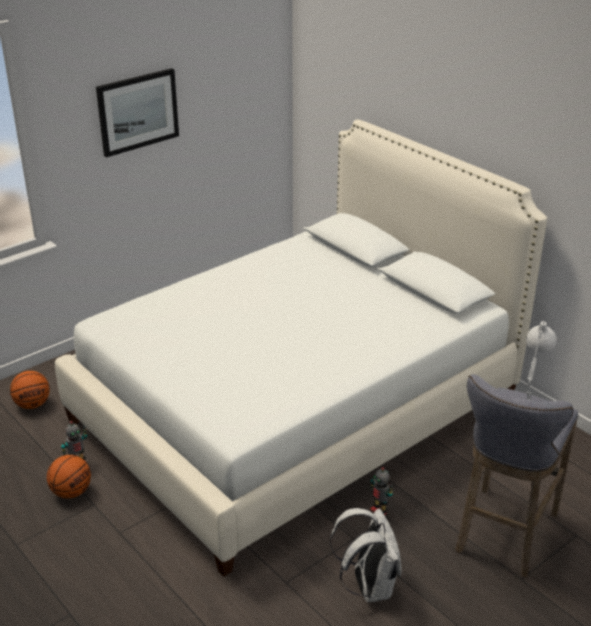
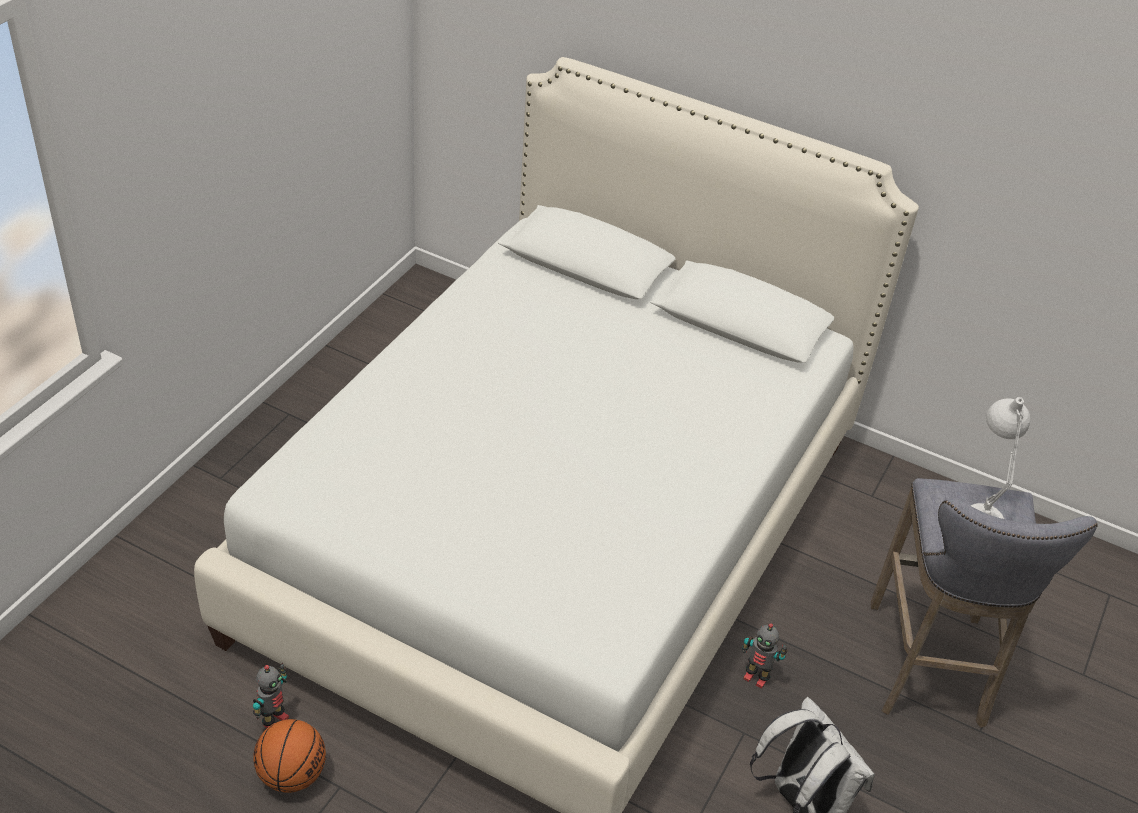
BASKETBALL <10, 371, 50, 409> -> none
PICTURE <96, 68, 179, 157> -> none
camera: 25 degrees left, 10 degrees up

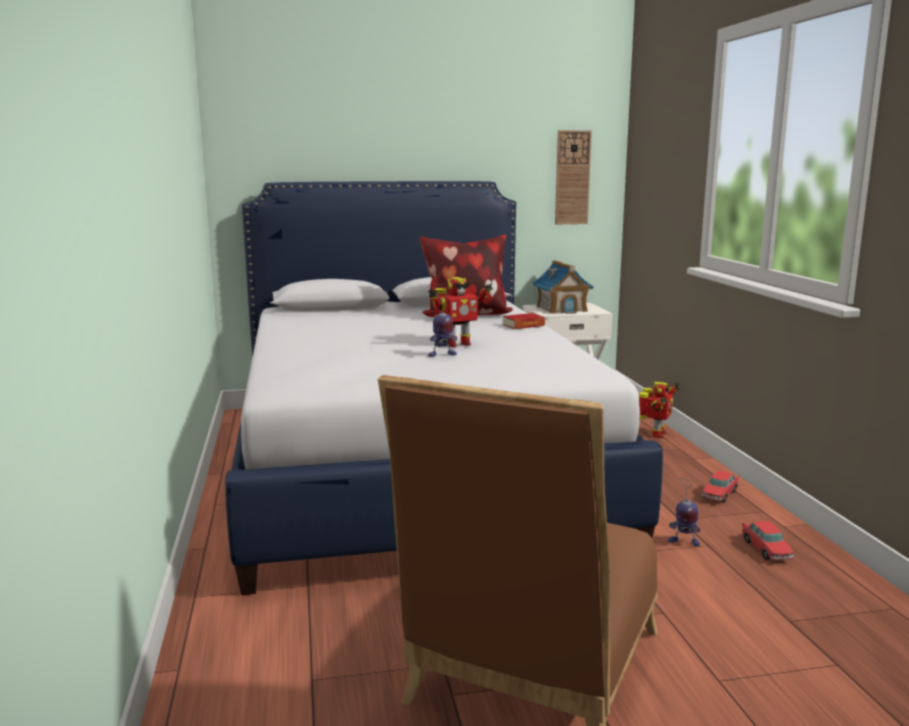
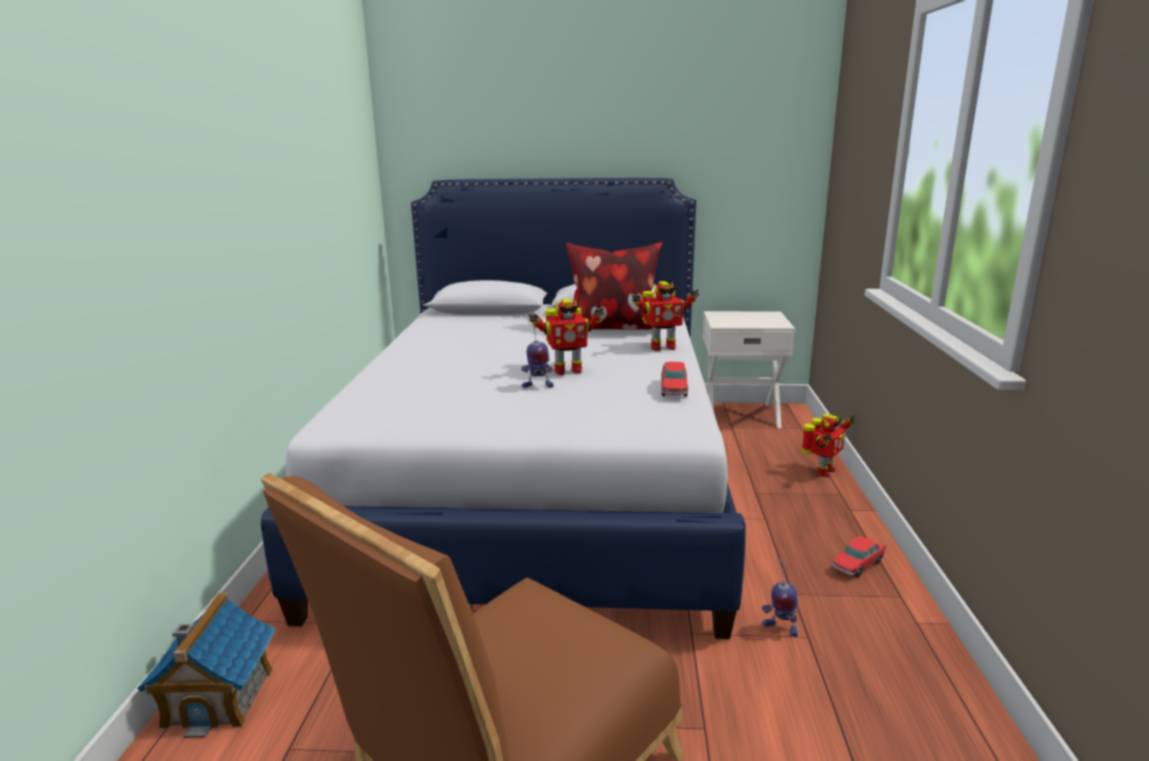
WALL CLOCK <555, 130, 592, 224> -> none
TOY HOUSE <532, 261, 593, 314> -> TOY HOUSE <137, 592, 276, 738>, move
TOY CAR <742, 521, 794, 560> -> TOY CAR <661, 362, 688, 396>, move
BOOK <503, 313, 545, 329> -> TOY ROBOT <632, 281, 699, 351>
camera: 15 degrees right, 5 degrees up

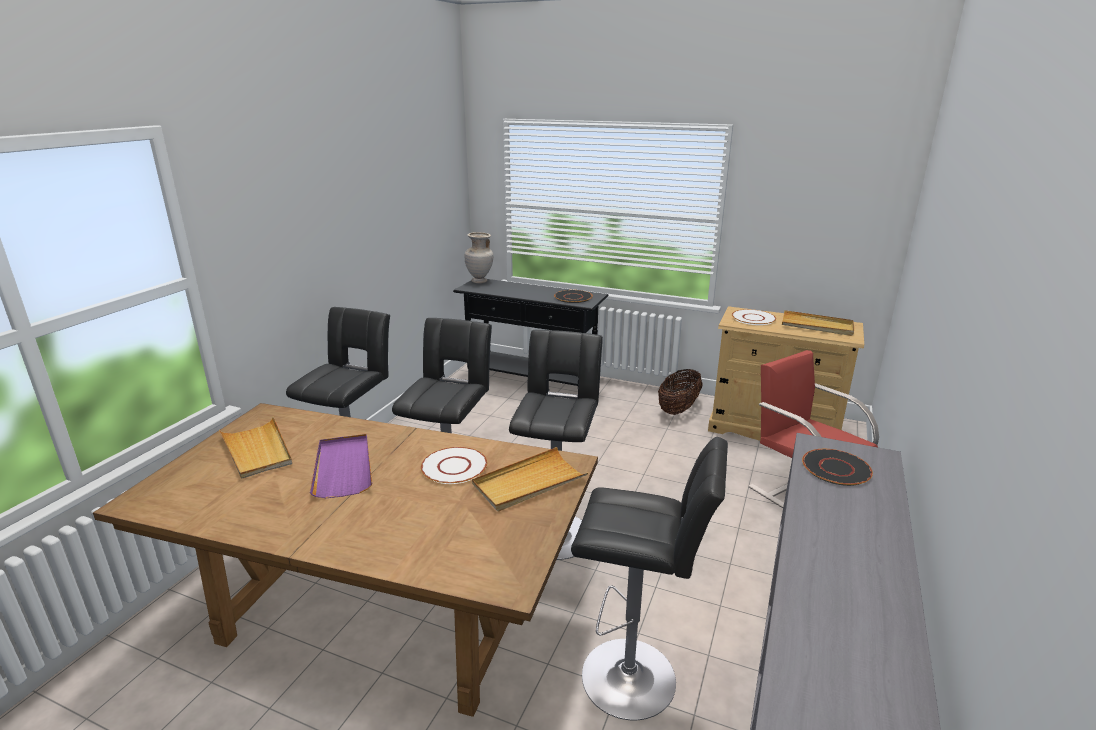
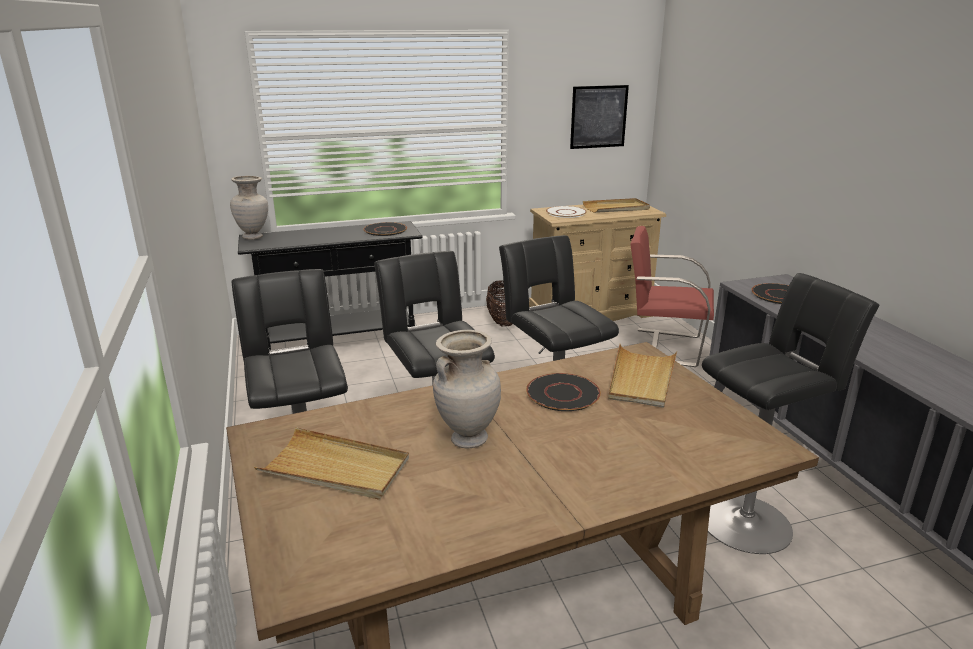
none -> PICTURE <570, 85, 629, 149>
PURPLE TRAY <310, 434, 372, 498> -> BEIGE VASE <433, 330, 501, 448>
WHITE PLATE <421, 447, 487, 484> -> BLACK PLATE <526, 373, 601, 411>
camera: 40 degrees left, 0 degrees up

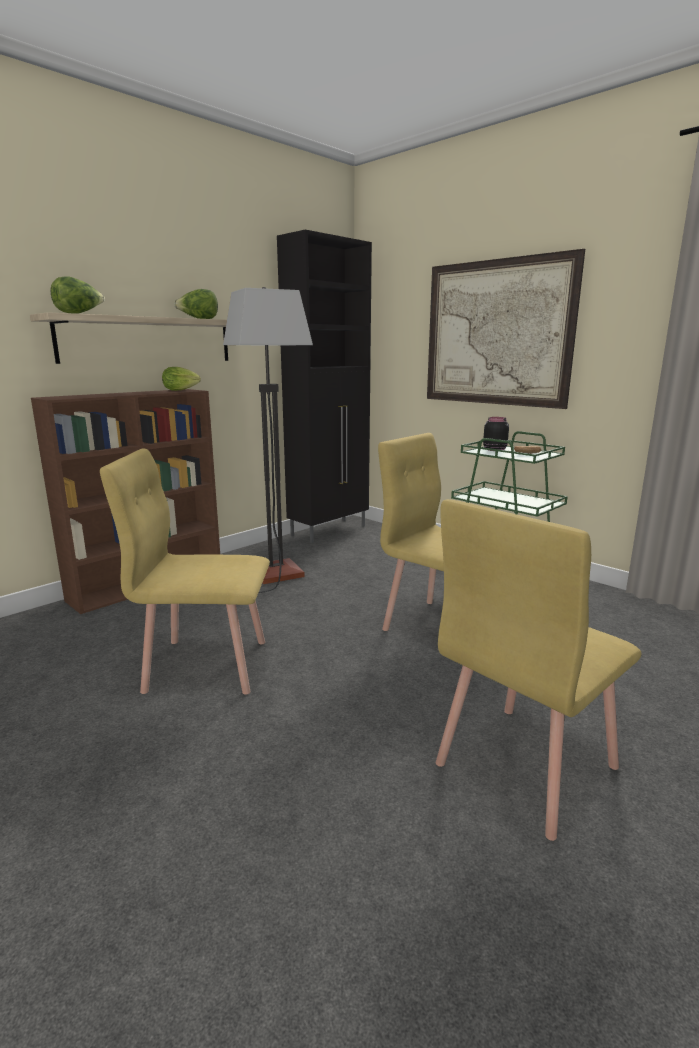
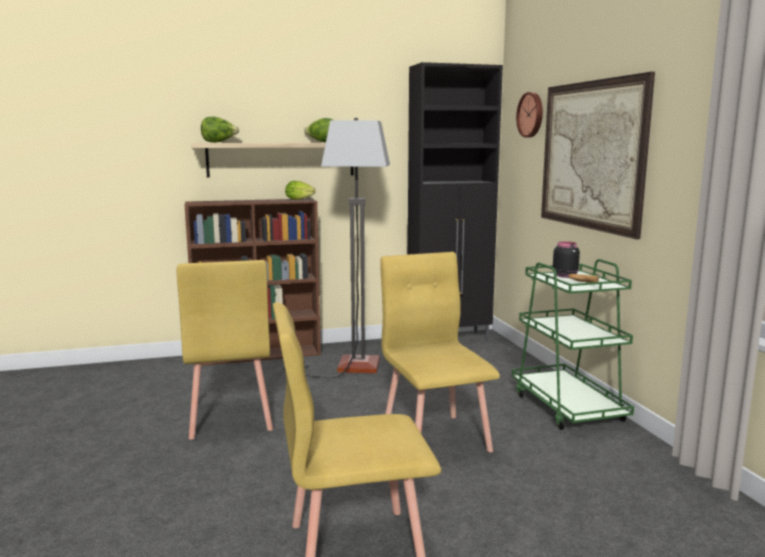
none -> WALL CLOCK <516, 92, 543, 138>
YELLOW CHAIR <100, 449, 270, 695> -> YELLOW CHAIR <176, 260, 273, 440>, 135 degrees counterclockwise
camera: 30 degrees right, 5 degrees down

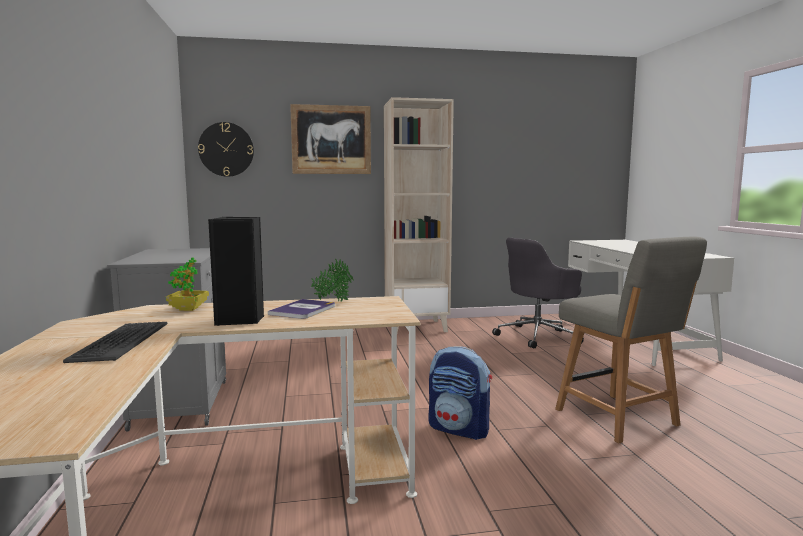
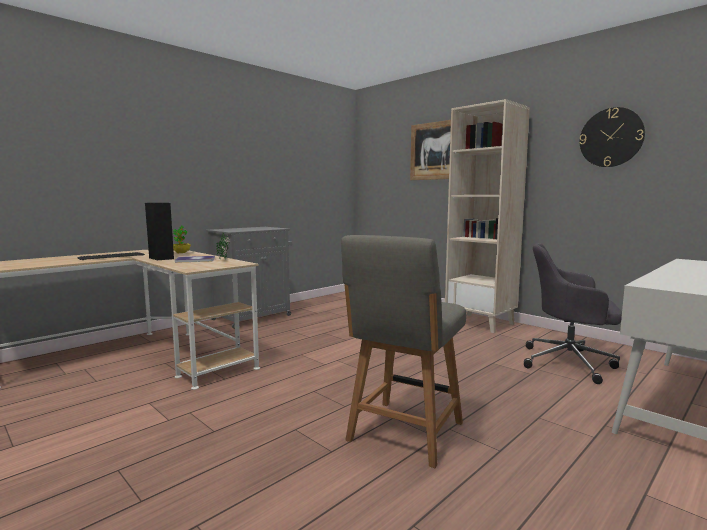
BACKPACK <429, 346, 492, 440> -> none
WALL CLOCK <198, 122, 254, 177> -> WALL CLOCK <579, 107, 645, 167>, move
camera: 55 degrees right, 0 degrees up

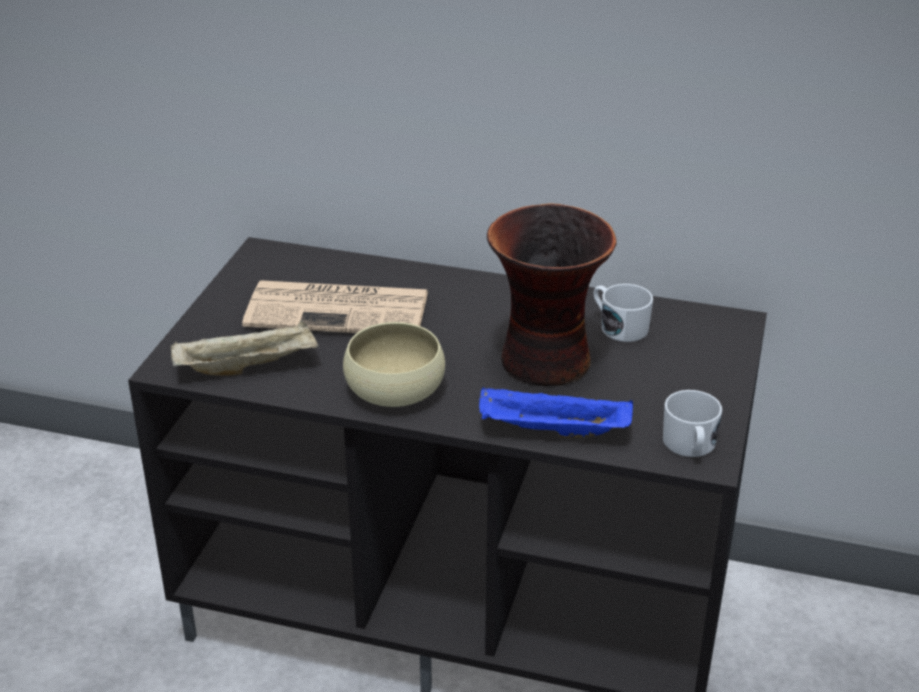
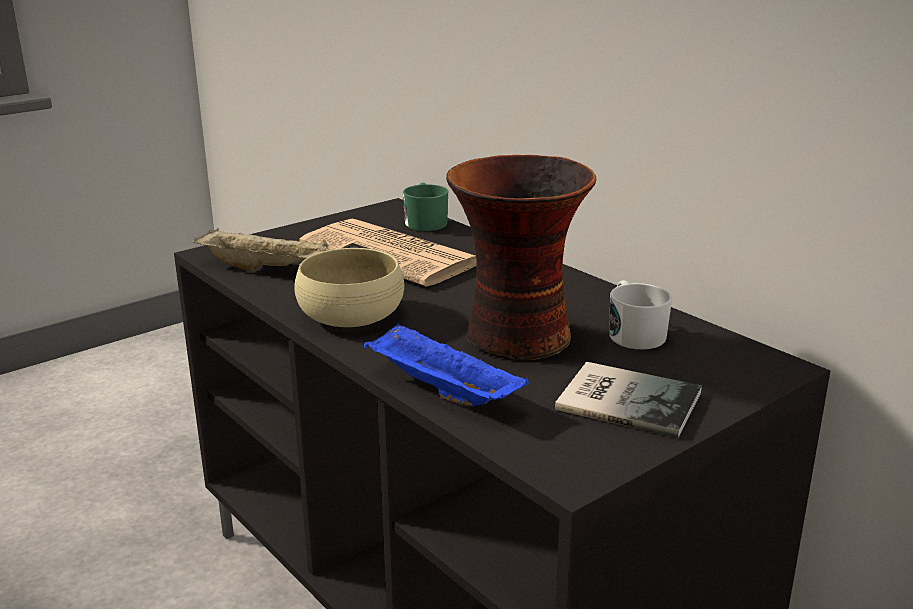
WHITE MUG <663, 390, 722, 457> -> none
none -> GREEN MUG <403, 183, 448, 231>
none -> BOOK <555, 362, 702, 438>
camera: 35 degrees right, 10 degrees down

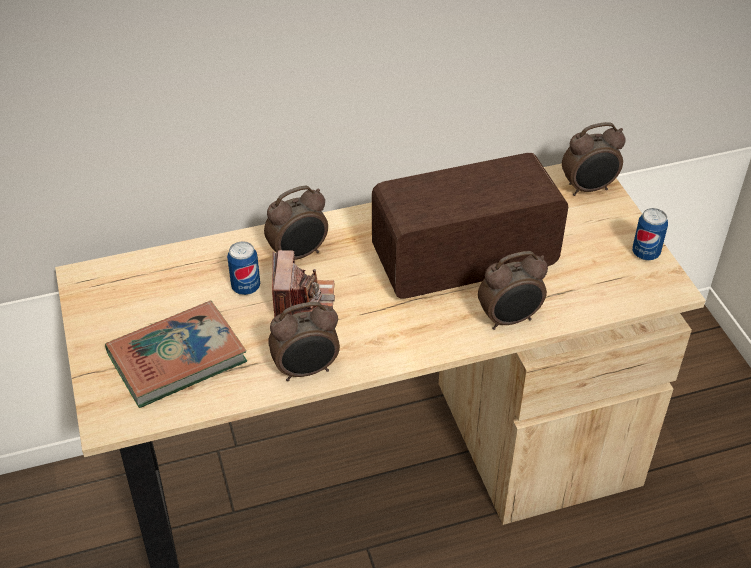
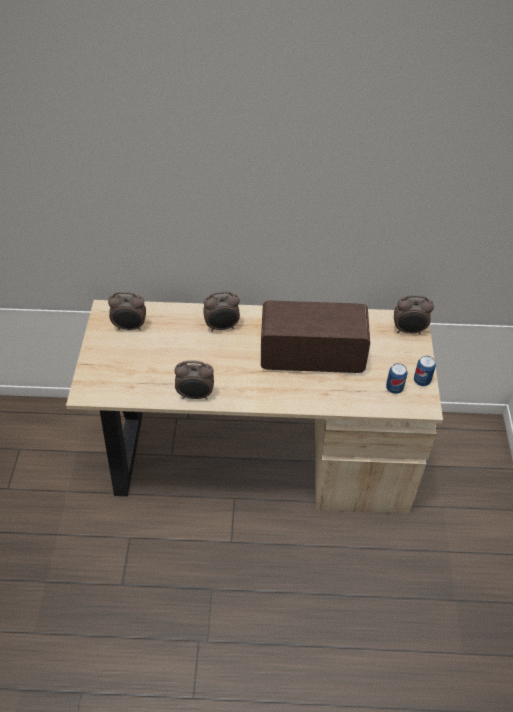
BOOK <105, 300, 247, 408> -> none
PHOTO CAMERA <272, 250, 335, 317> -> none
CAN <227, 241, 260, 295> -> CAN <386, 363, 407, 394>, move
ALARM CLOCK <478, 251, 548, 330> -> ALARM CLOCK <108, 291, 146, 331>, move
camera: 20 degrees right, 5 degrees up

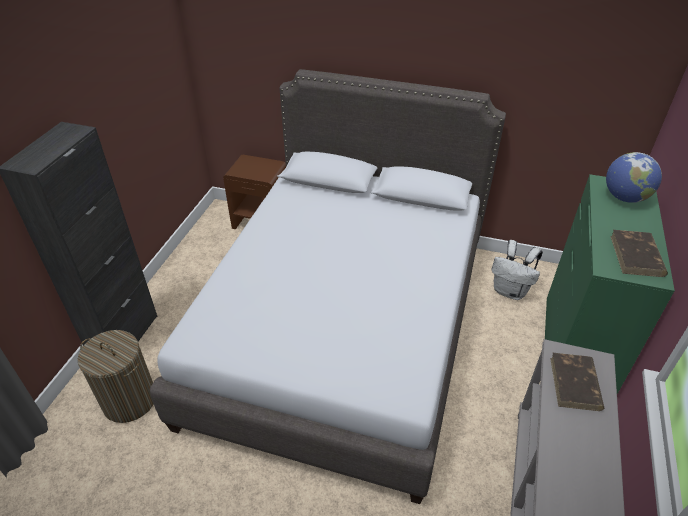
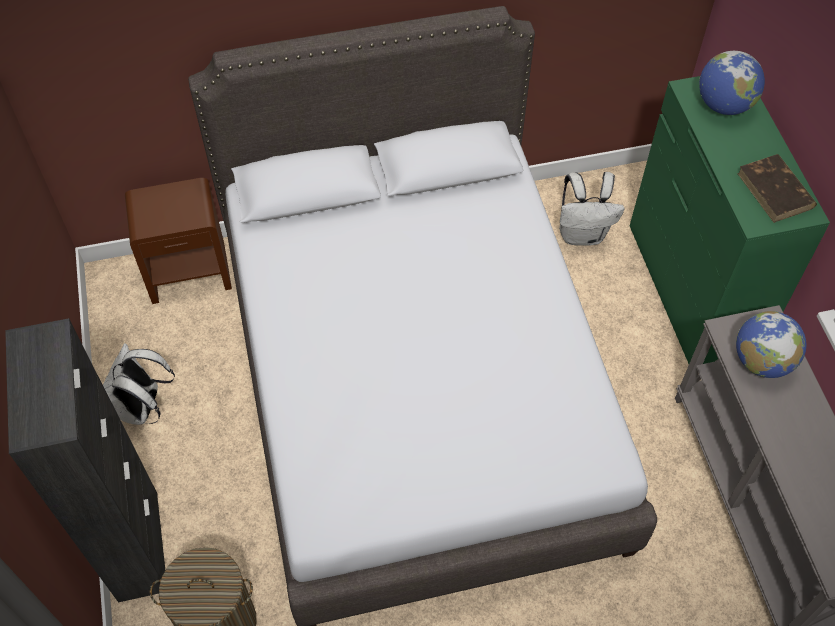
none -> WHITE BACKPACK <103, 343, 175, 425>
BROWN BOOK <550, 353, 604, 411> -> GLOBE <736, 311, 806, 378>
camera: 30 degrees left, 15 degrees up

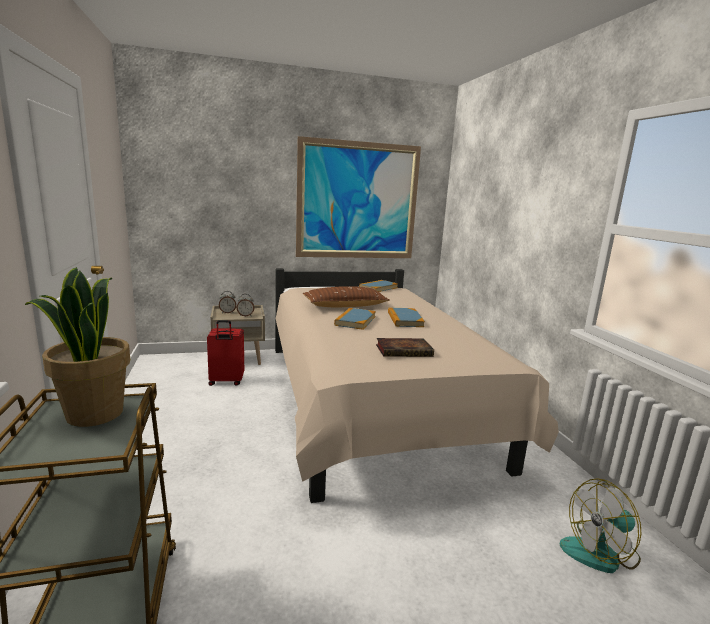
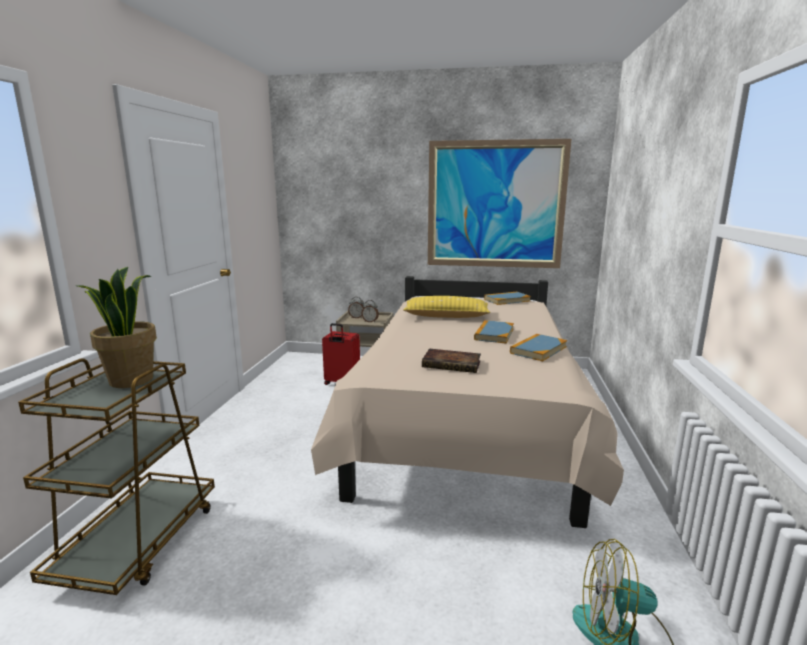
BOOK <334, 308, 376, 330> -> BOOK <510, 334, 567, 361>, move
BROWN PILLOW <303, 286, 390, 307> -> YELLOW PILLOW <403, 296, 491, 318>
camera: 25 degrees right, 0 degrees up

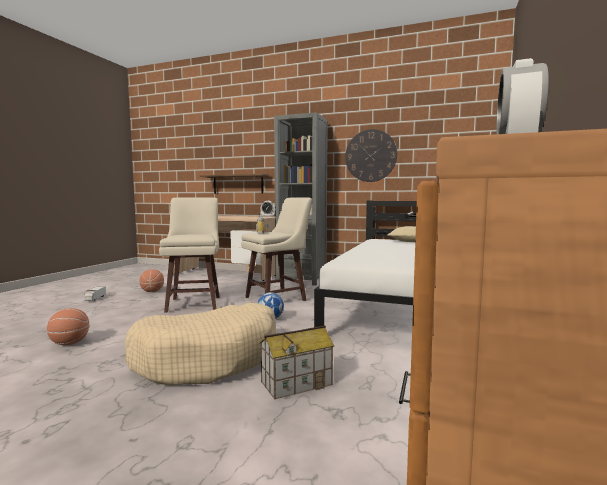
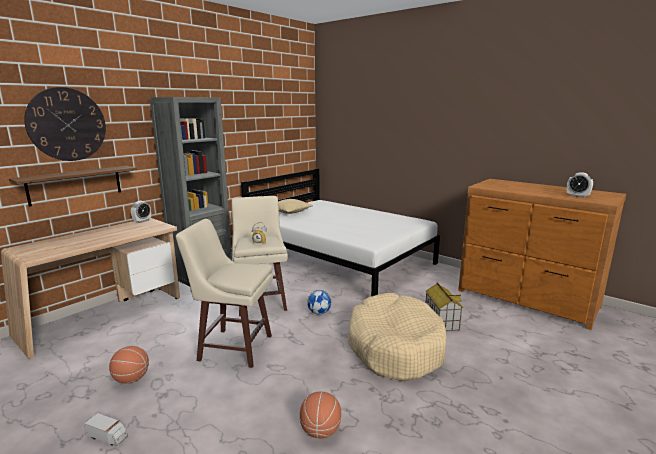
WALL CLOCK <345, 129, 397, 182> -> WALL CLOCK <24, 87, 106, 161>, move
camera: 70 degrees left, 10 degrees up

